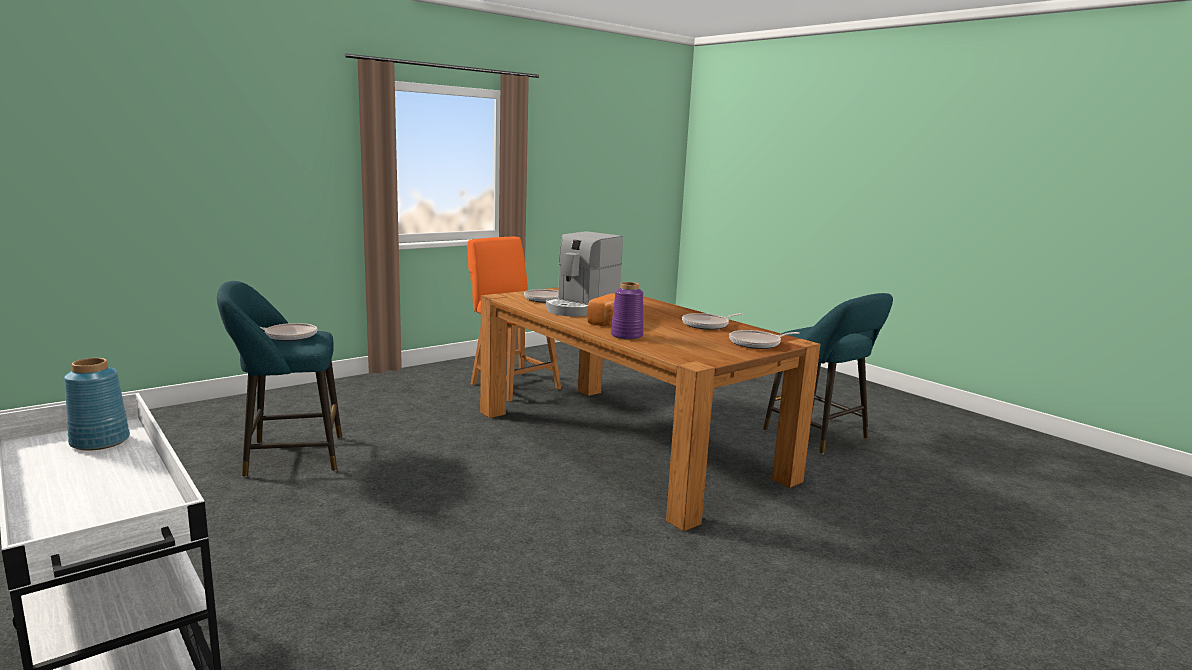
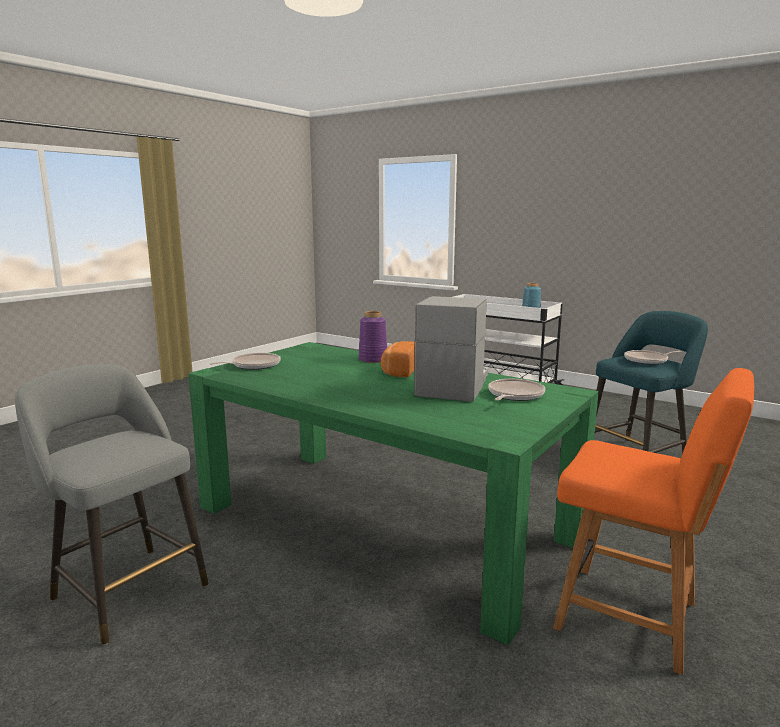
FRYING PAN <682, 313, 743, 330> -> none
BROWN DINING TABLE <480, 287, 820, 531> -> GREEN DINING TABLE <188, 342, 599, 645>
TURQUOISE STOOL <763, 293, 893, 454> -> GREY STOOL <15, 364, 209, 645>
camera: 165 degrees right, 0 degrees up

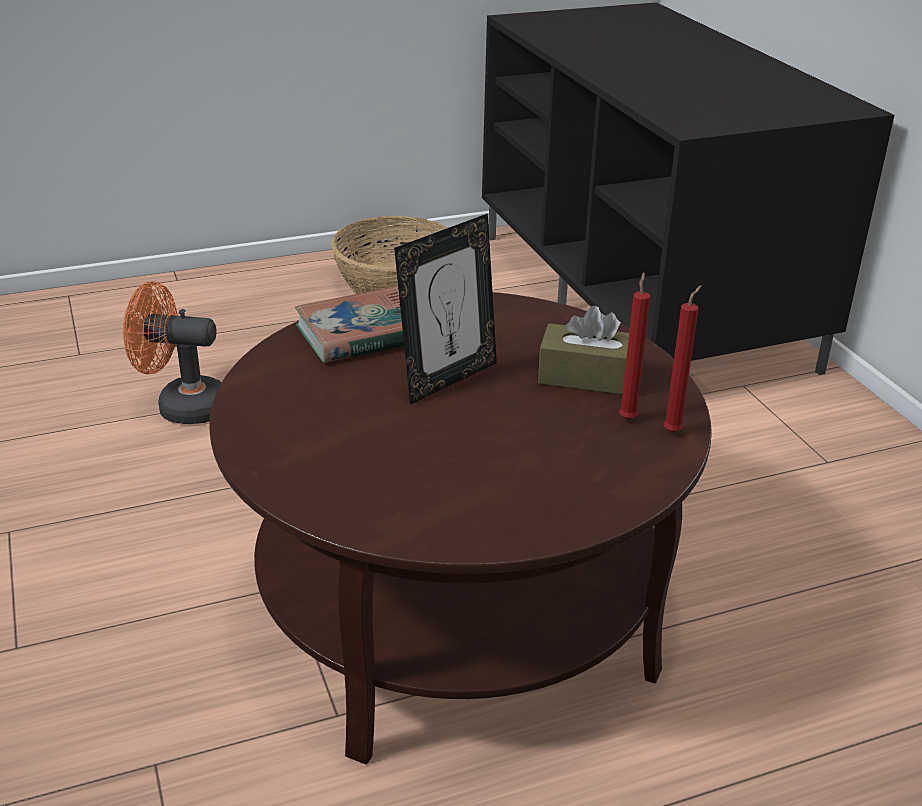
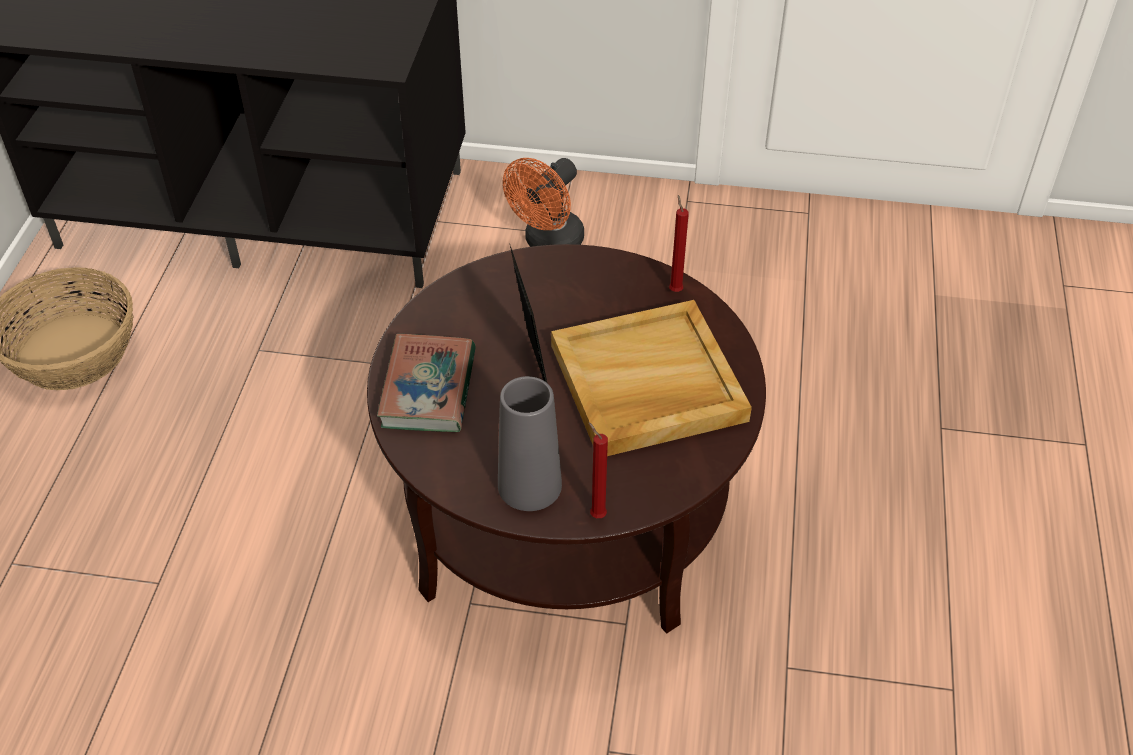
BROWN TISSUE BOX <538, 306, 629, 394> -> none
none -> GREY VASE <498, 376, 562, 511>
none -> BEIGE TRAY <551, 300, 752, 456>
ORANGE FAN <123, 281, 222, 424> -> ORANGE FAN <503, 158, 584, 247>, move
RED CANDLE <619, 272, 651, 420> -> RED CANDLE <589, 423, 608, 518>, move
camera: 60 degrees left, 15 degrees up

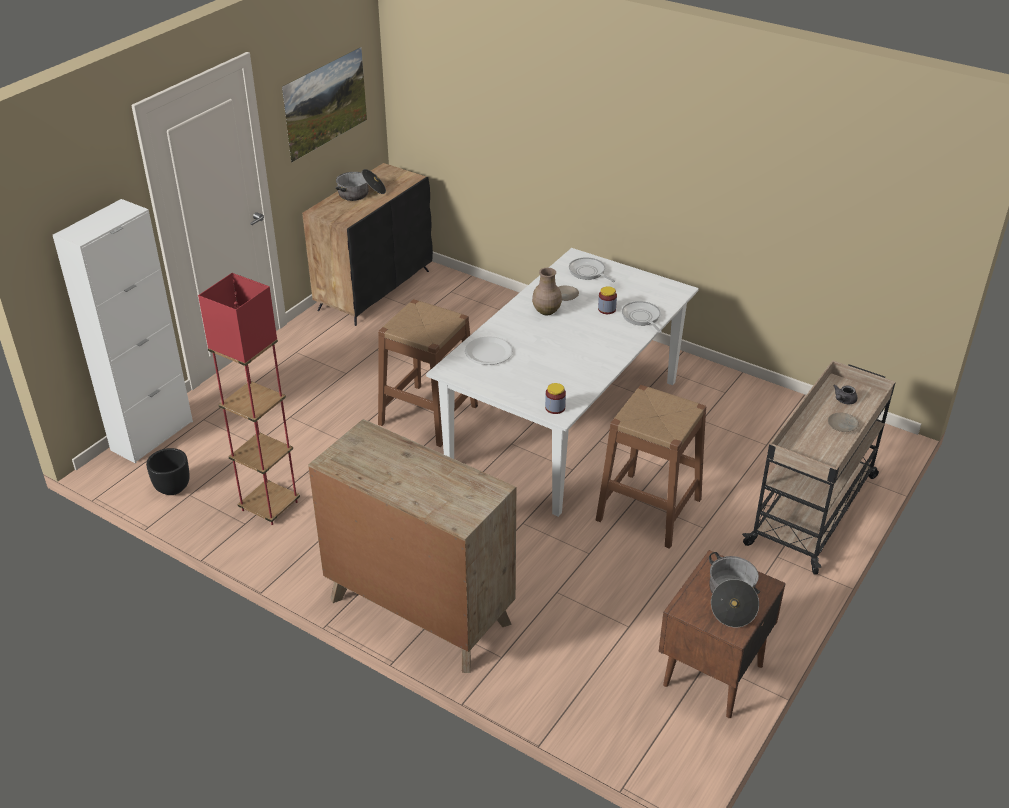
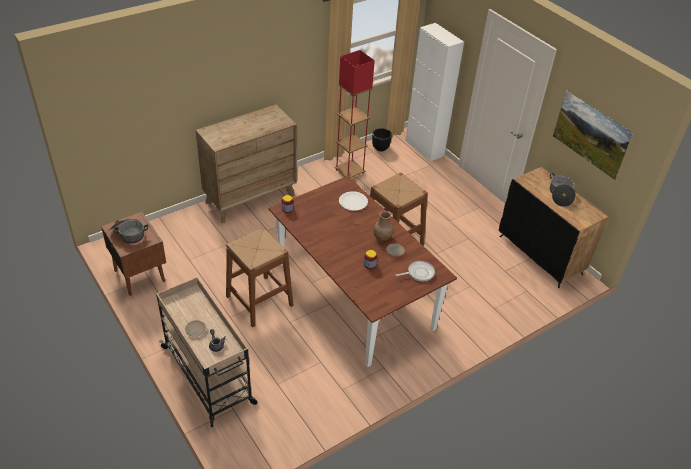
FRYING PAN <622, 301, 662, 333> -> none
WHITE DINING TABLE <426, 248, 699, 517> -> BROWN DINING TABLE <269, 176, 457, 367>
camera: 110 degrees right, 5 degrees up

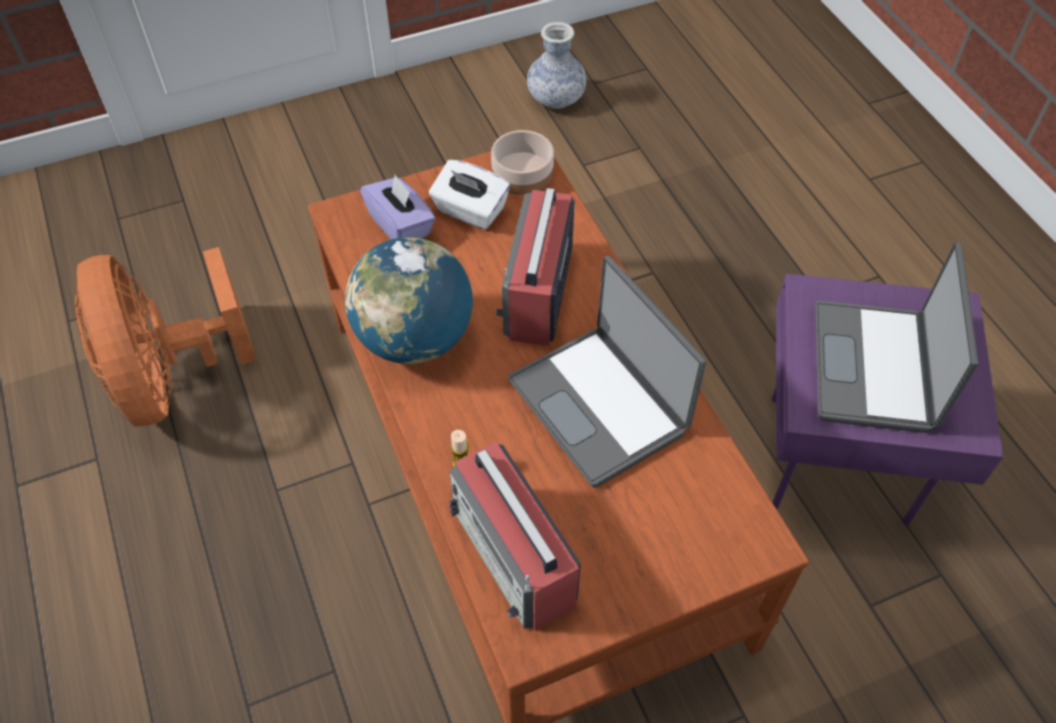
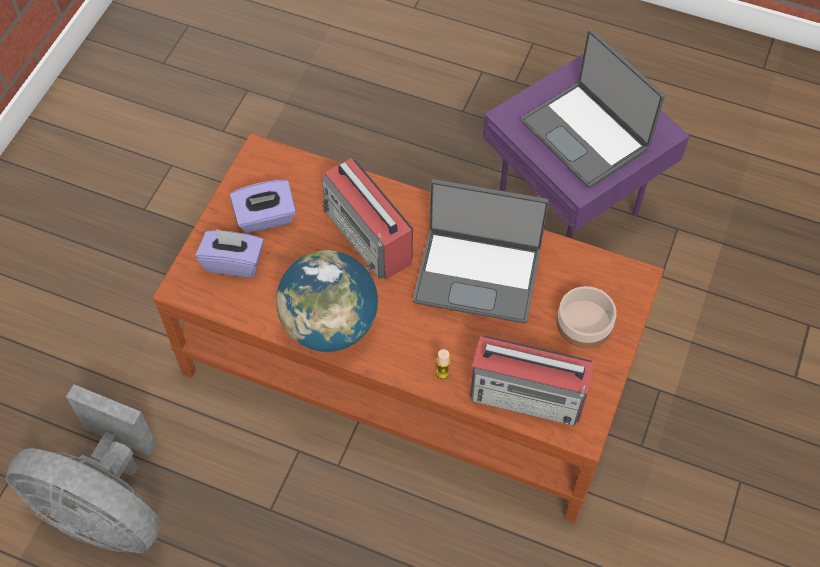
VASE <527, 22, 586, 109> -> none
BOWL <491, 130, 554, 195> -> BOWL <557, 286, 617, 348>, move
ORANGE FAN <75, 247, 257, 427> -> GREY FAN <6, 385, 160, 553>
WHITE TISSUE BOX <429, 160, 510, 229> -> PURPLE TISSUE BOX <230, 180, 296, 233>
camera: 45 degrees left, 5 degrees up

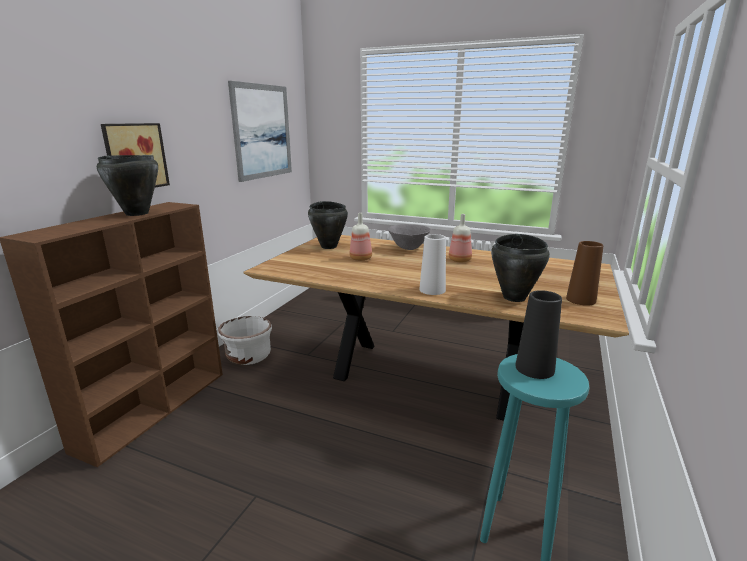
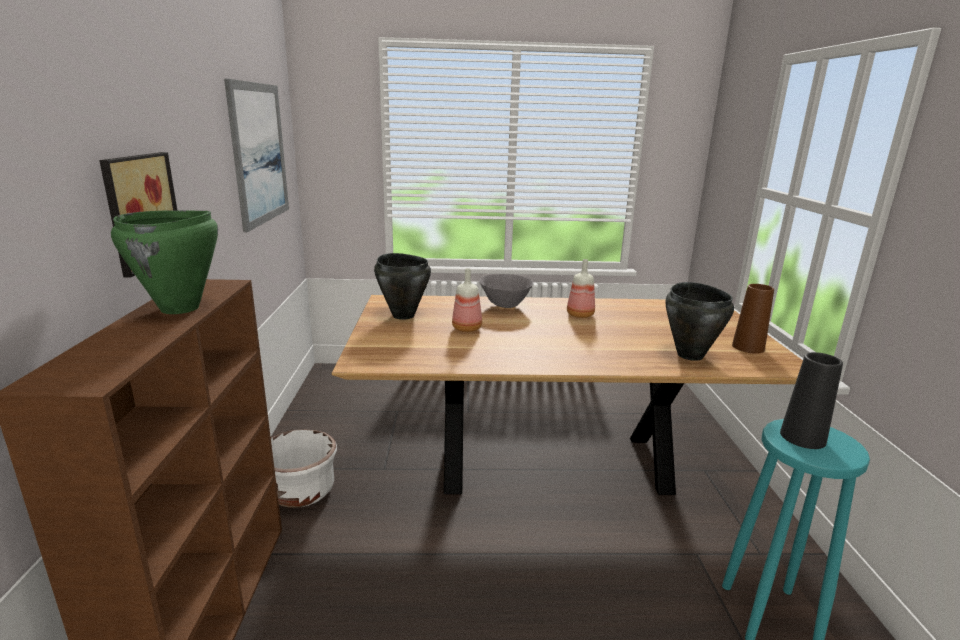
WHITE VASE <419, 234, 446, 295> -> none
BLACK COOKING POT <97, 155, 158, 216> -> GREEN COOKING POT <111, 210, 218, 314>
camera: 25 degrees left, 0 degrees up

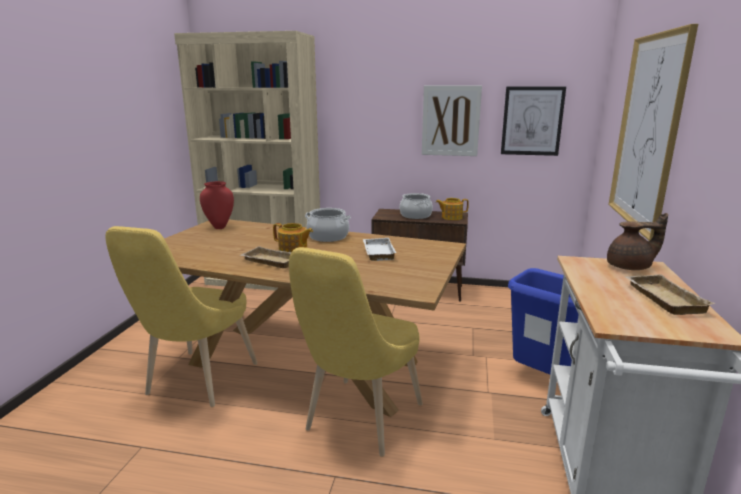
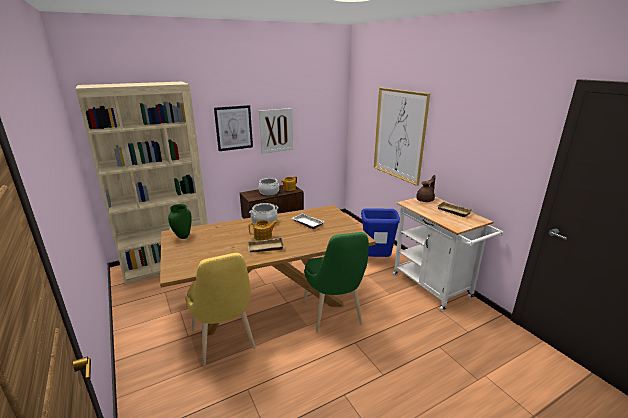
PICTURE <501, 86, 566, 156> -> PICTURE <214, 105, 253, 151>, move
RED VASE <200, 181, 234, 229> -> GREEN VASE <168, 204, 192, 239>
YELLOW CHAIR <289, 247, 423, 457> -> GREEN CHAIR <303, 232, 369, 332>
camera: 40 degrees left, 5 degrees up

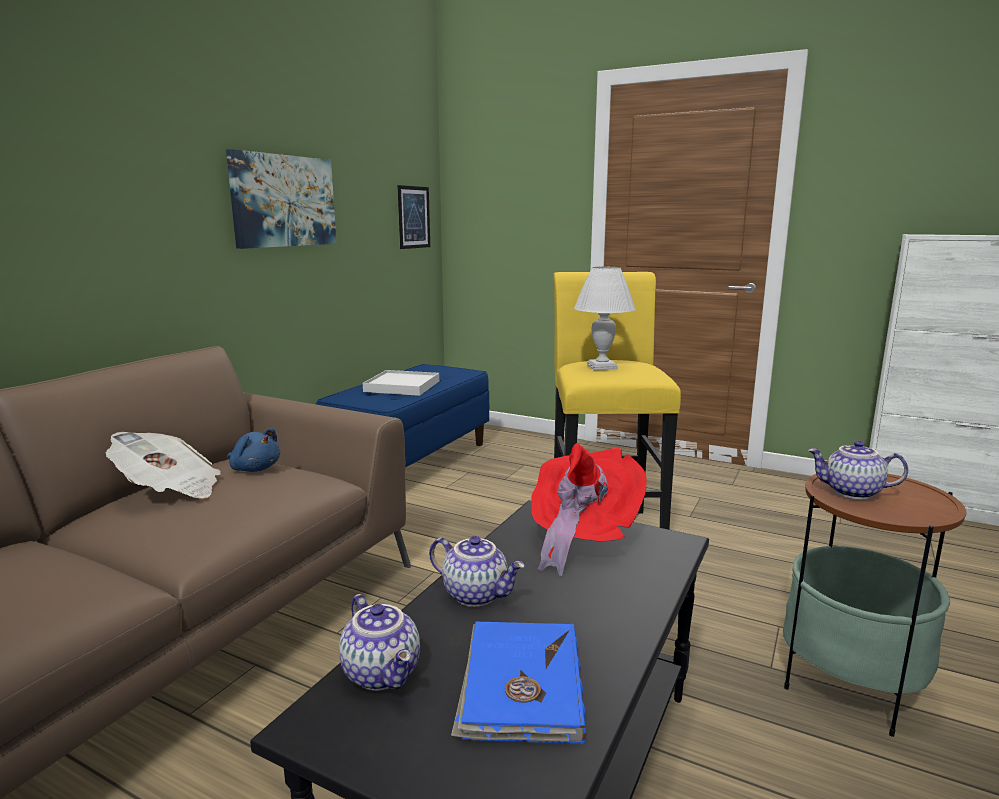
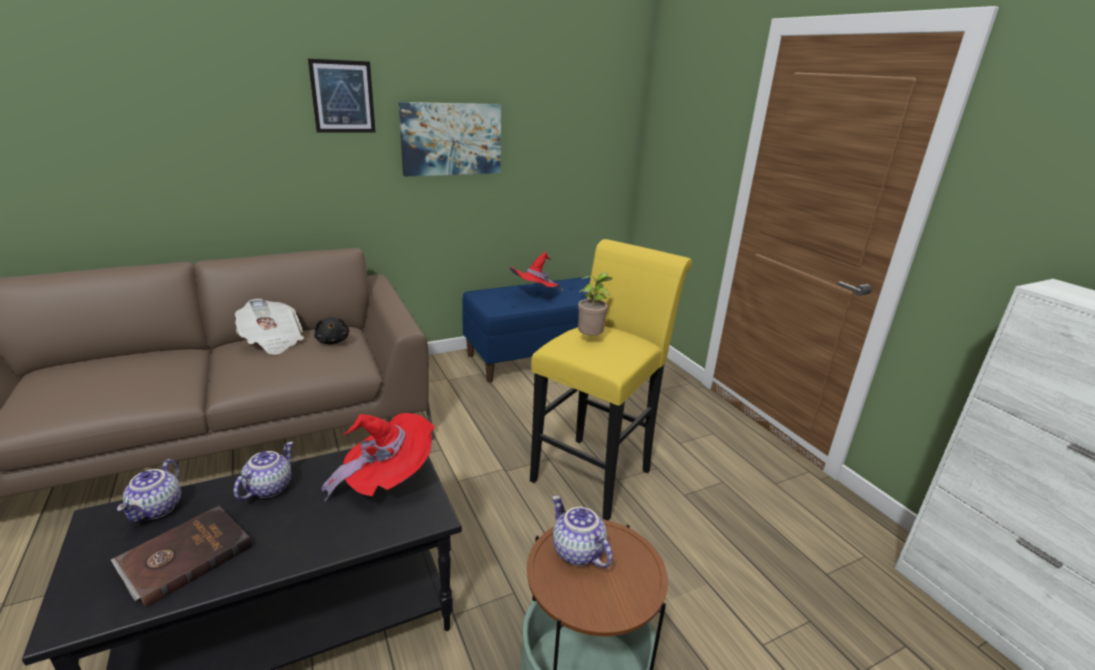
PICTURE <398, 185, 430, 249> -> PICTURE <308, 59, 376, 133>, move
WHITE TRAY <363, 370, 439, 396> -> RED HAT <510, 252, 563, 291>
WHITE TABLE LAMP <574, 267, 636, 370> -> POTTED PLANT <578, 273, 613, 335>
BLUE PLUSH TOY <227, 428, 280, 472> -> BLACK PLUSH TOY <314, 317, 349, 344>
BLUE BOOK <451, 622, 586, 744> -> BROWN BOOK <111, 505, 252, 607>
TEAPOT <429, 536, 525, 607> -> TEAPOT <234, 442, 294, 500>, 135 degrees counterclockwise
camera: 35 degrees right, 10 degrees up

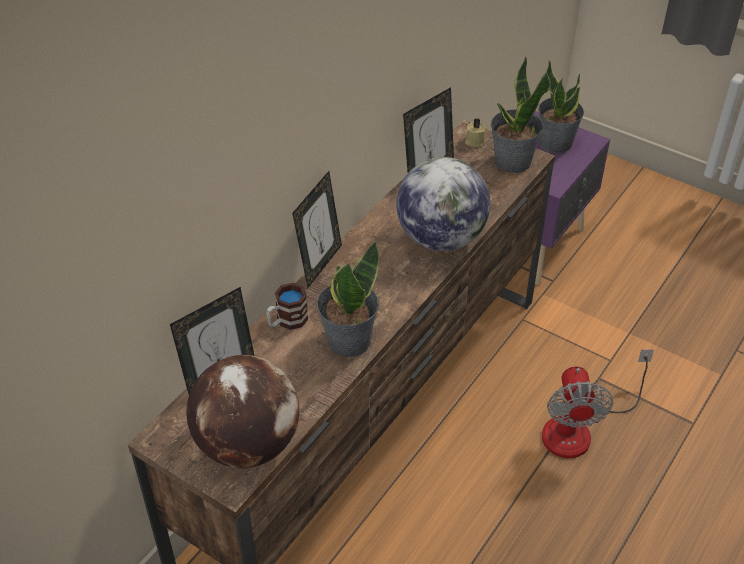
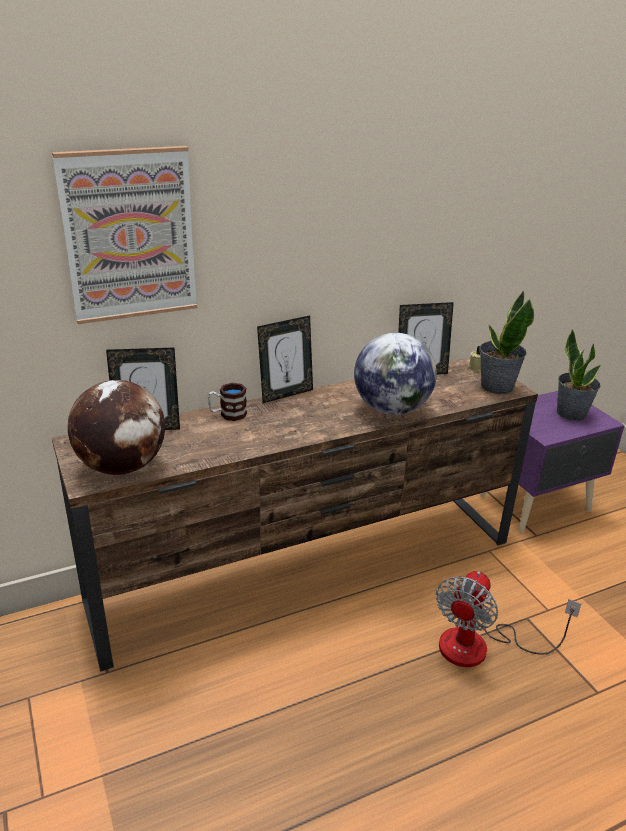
POTTED PLANT <317, 240, 379, 358> -> none
none -> PICTURE <52, 146, 197, 324>
camera: 30 degrees right, 15 degrees down

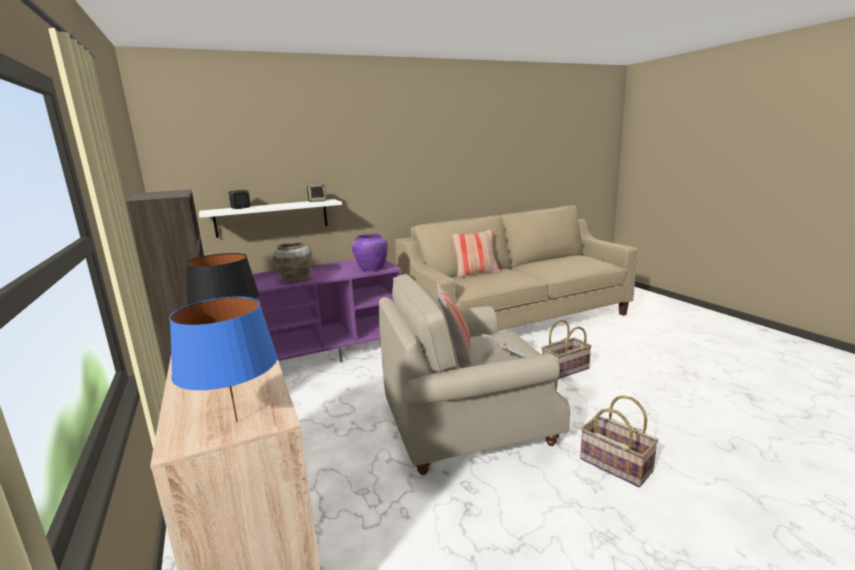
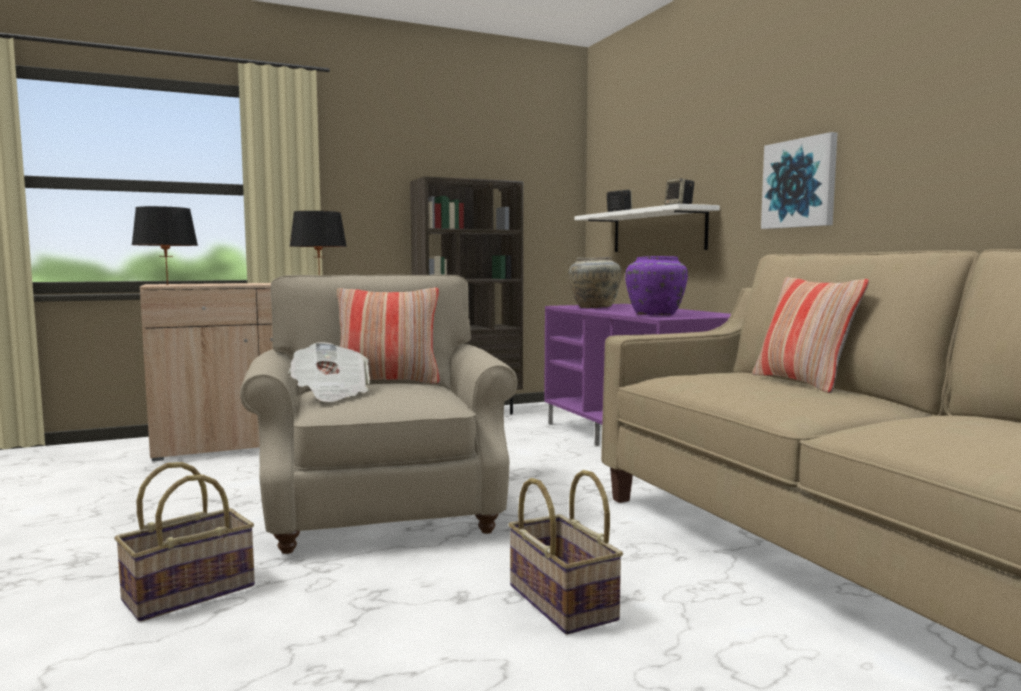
none -> PICTURE <761, 132, 837, 229>
BLUE TABLE LAMP <169, 296, 278, 422> -> BLACK TABLE LAMP <132, 206, 198, 285>
camera: 90 degrees right, 10 degrees down

